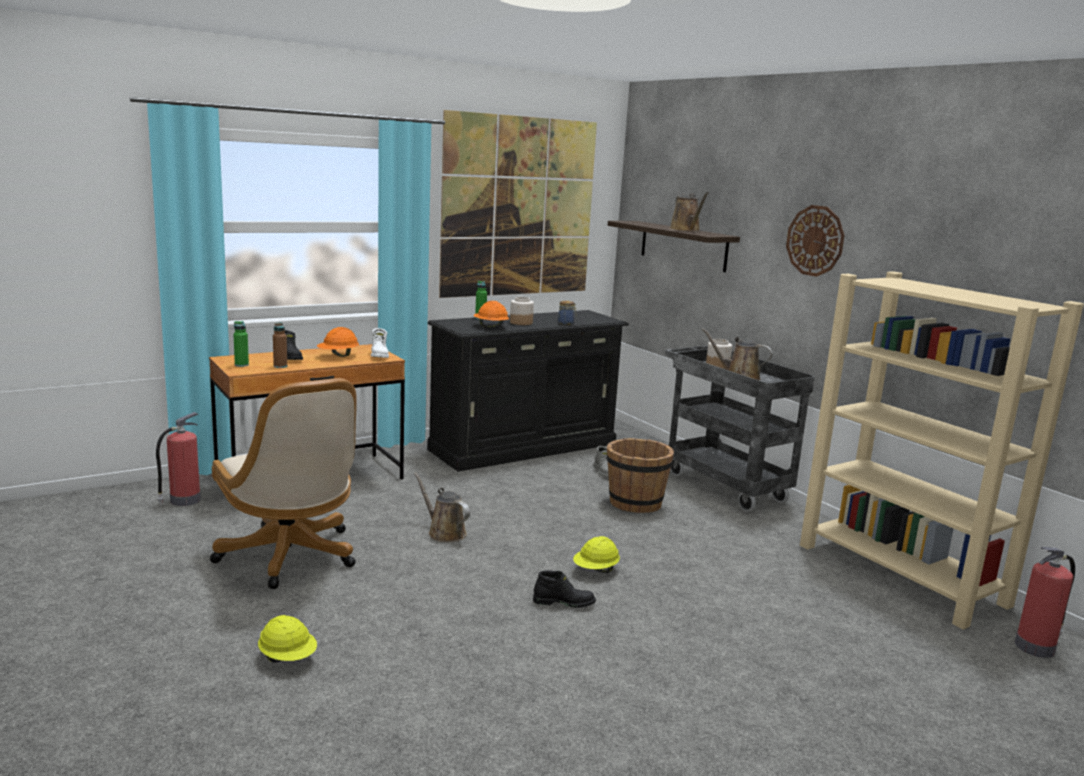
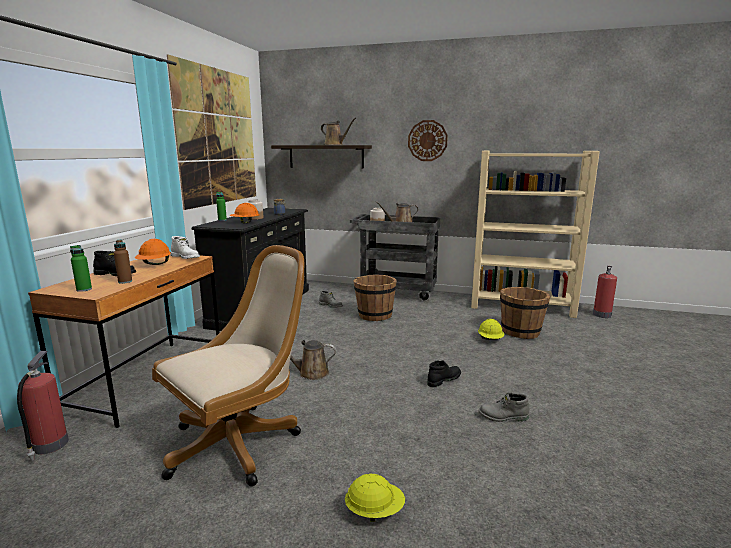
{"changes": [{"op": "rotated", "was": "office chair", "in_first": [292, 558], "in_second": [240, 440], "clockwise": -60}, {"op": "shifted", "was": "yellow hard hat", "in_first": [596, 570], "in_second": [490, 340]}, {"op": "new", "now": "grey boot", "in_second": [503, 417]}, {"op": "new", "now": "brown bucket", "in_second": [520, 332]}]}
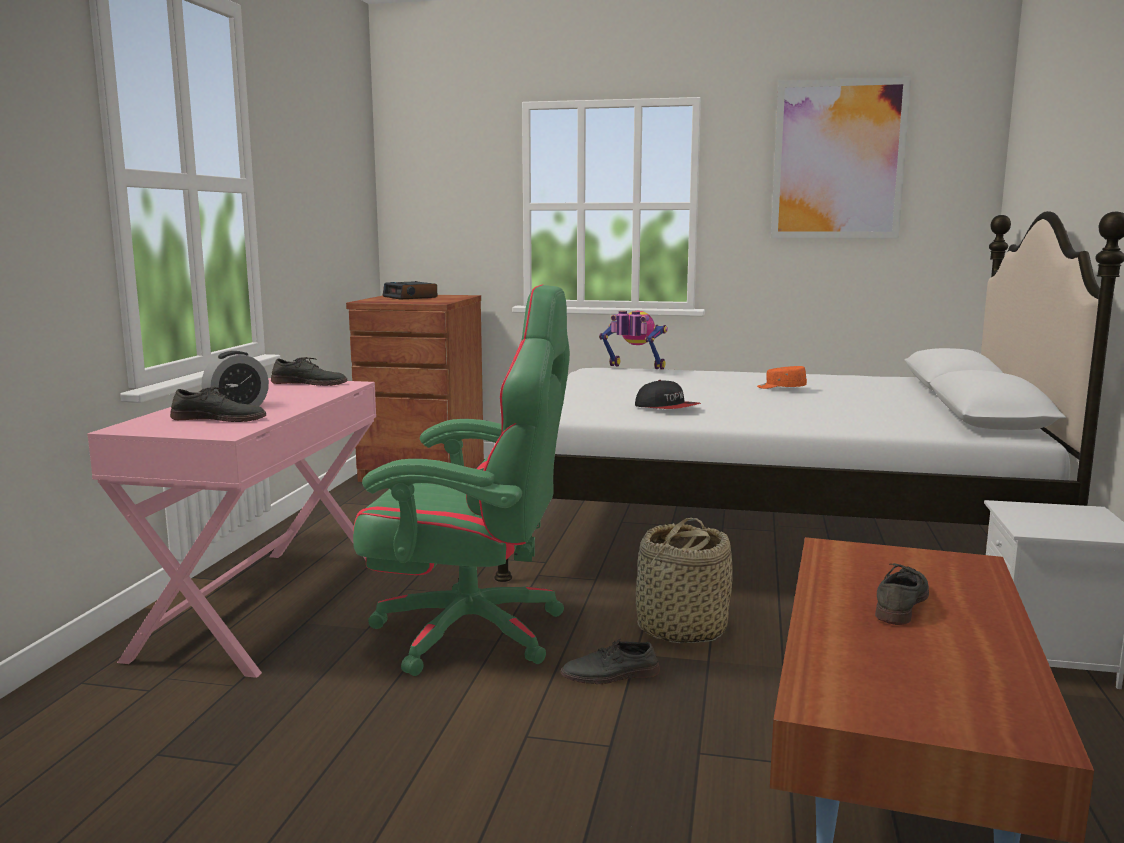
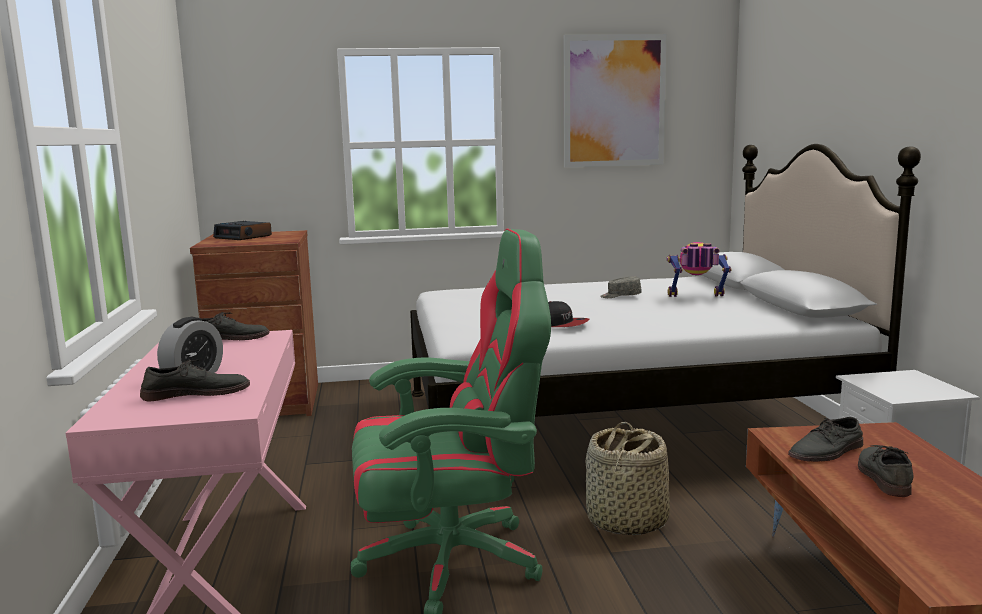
{"changes": [{"op": "repainted", "was": "orange cap", "now": "grey cap", "in_first": [781, 388], "in_second": [620, 296]}, {"op": "shifted", "was": "toy robot", "in_first": [633, 368], "in_second": [696, 298]}, {"op": "shifted", "was": "grey shoe", "in_first": [610, 675], "in_second": [827, 452]}]}
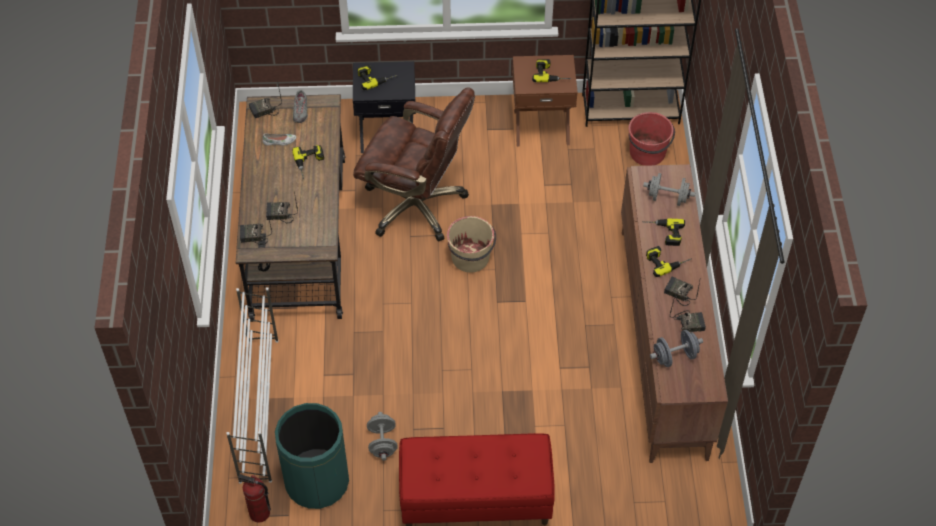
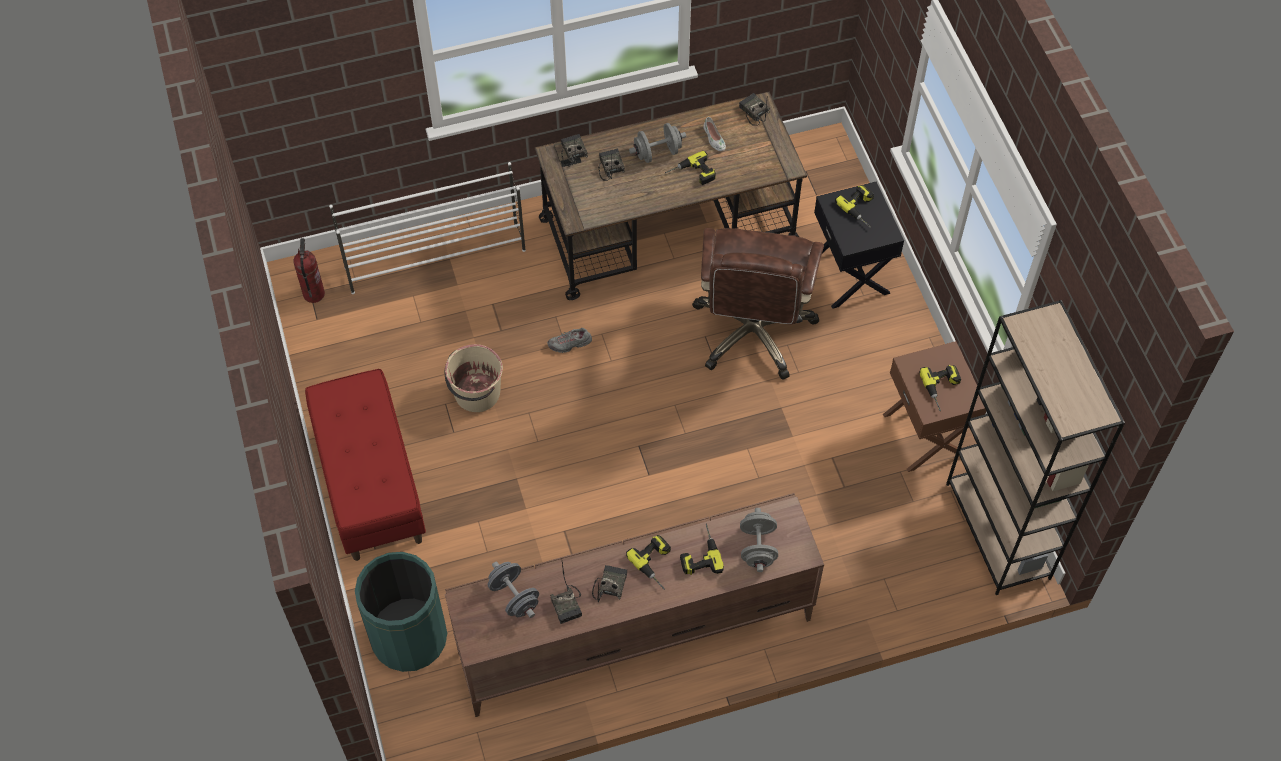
{"changes": [{"op": "shifted", "was": "green trash can", "in_first": [317, 482], "in_second": [409, 637]}, {"op": "shifted", "was": "beige bucket", "in_first": [471, 258], "in_second": [476, 394]}, {"op": "shifted", "was": "grey shoe", "in_first": [300, 111], "in_second": [570, 344]}, {"op": "shifted", "was": "grey dumbbell", "in_first": [382, 443], "in_second": [657, 153]}, {"op": "gone", "was": "red bucket", "in_first": [647, 153]}]}
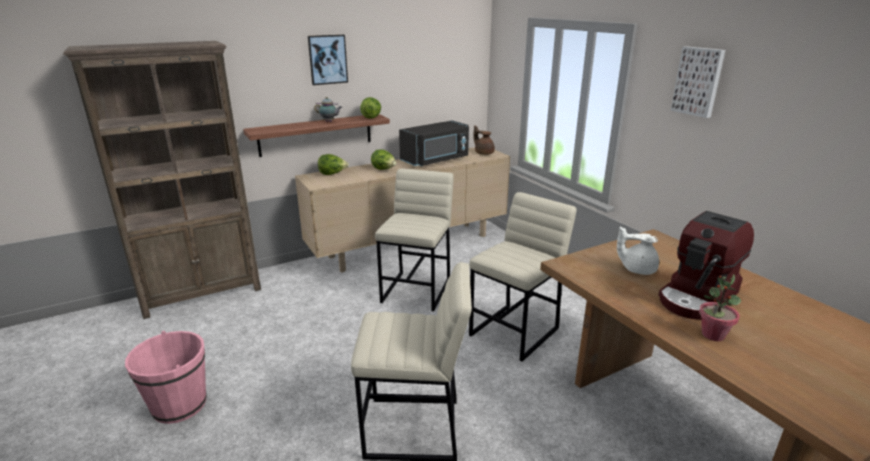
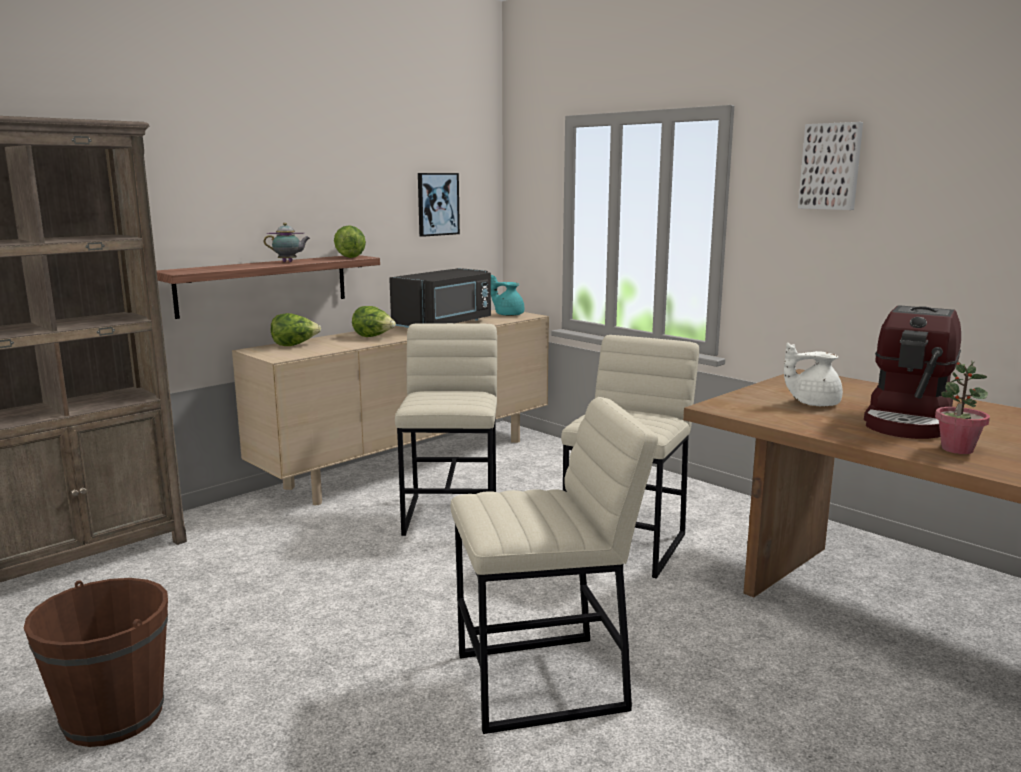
{"changes": [{"op": "repainted", "was": "pink bucket", "now": "brown bucket", "in_first": [179, 405], "in_second": [113, 716]}, {"op": "shifted", "was": "picture", "in_first": [327, 59], "in_second": [437, 204]}, {"op": "repainted", "was": "brown teapot", "now": "turquoise teapot", "in_first": [483, 153], "in_second": [508, 315]}]}
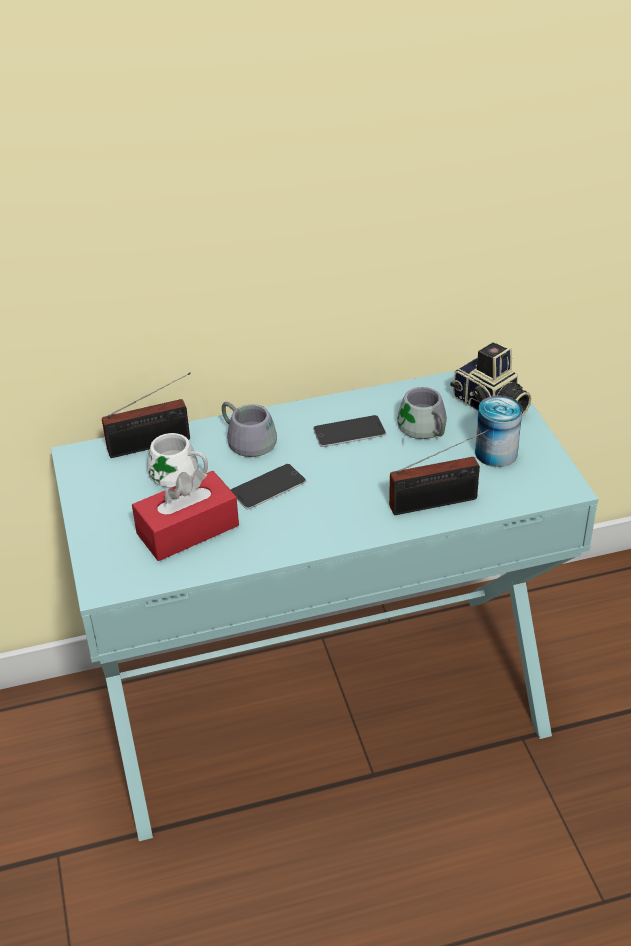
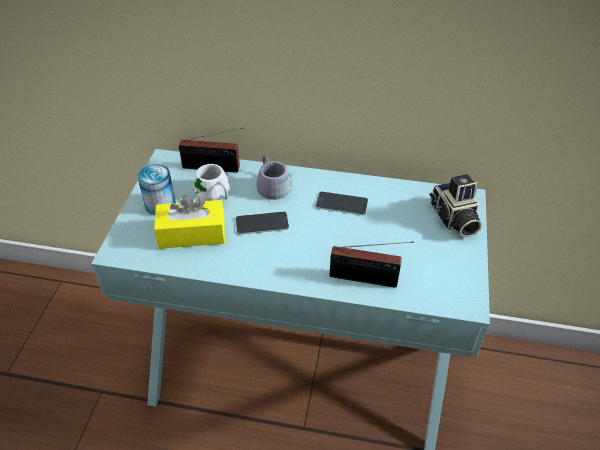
{"changes": [{"op": "shifted", "was": "can", "in_first": [496, 453], "in_second": [160, 204]}, {"op": "repainted", "was": "red tissue box", "now": "yellow tissue box", "in_first": [187, 529], "in_second": [192, 234]}, {"op": "gone", "was": "grey mug", "in_first": [420, 431]}]}
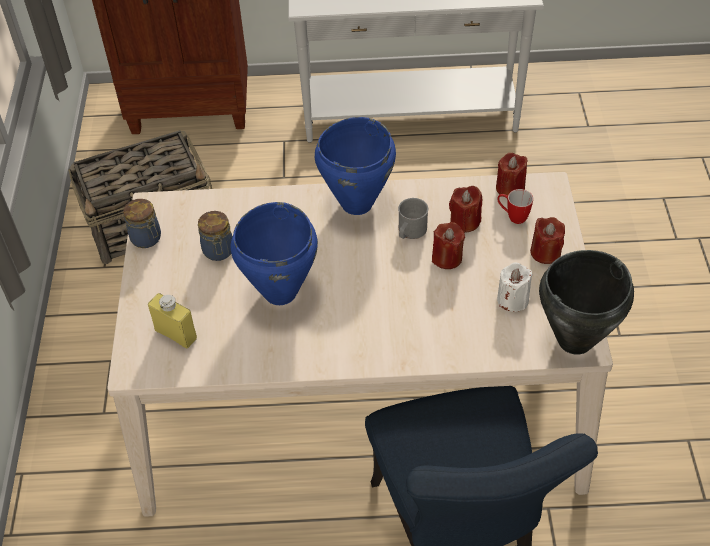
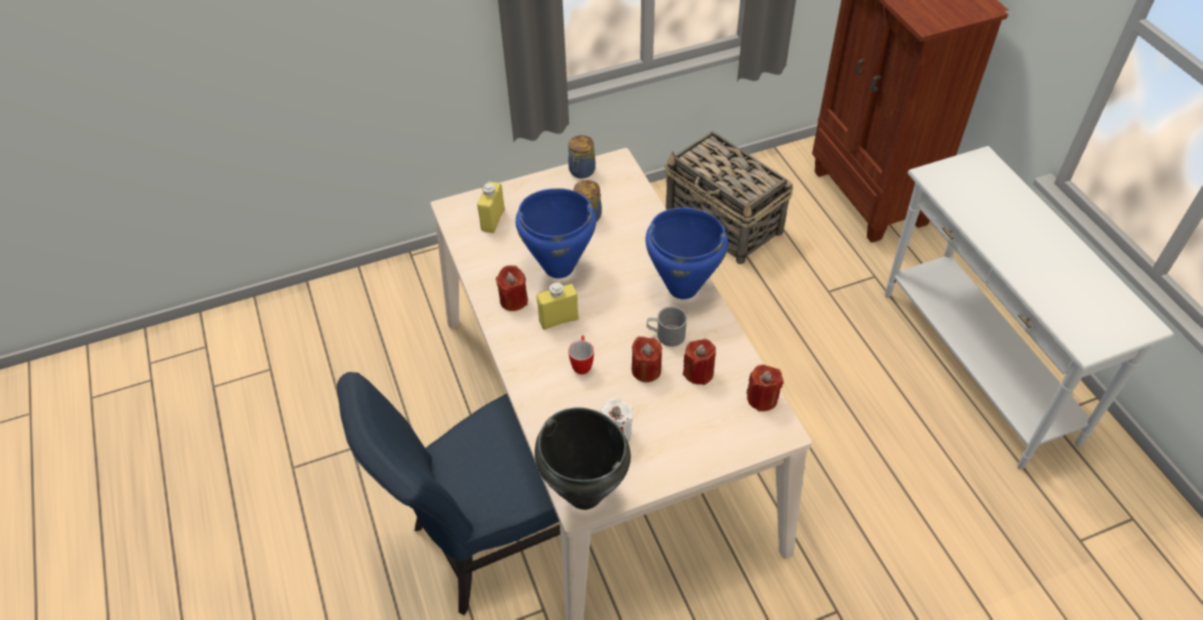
{"changes": [{"op": "shifted", "was": "red candle", "in_first": [545, 252], "in_second": [513, 300]}, {"op": "new", "now": "yellow bottle", "in_second": [558, 320]}, {"op": "shifted", "was": "mug", "in_first": [512, 216], "in_second": [582, 363]}]}
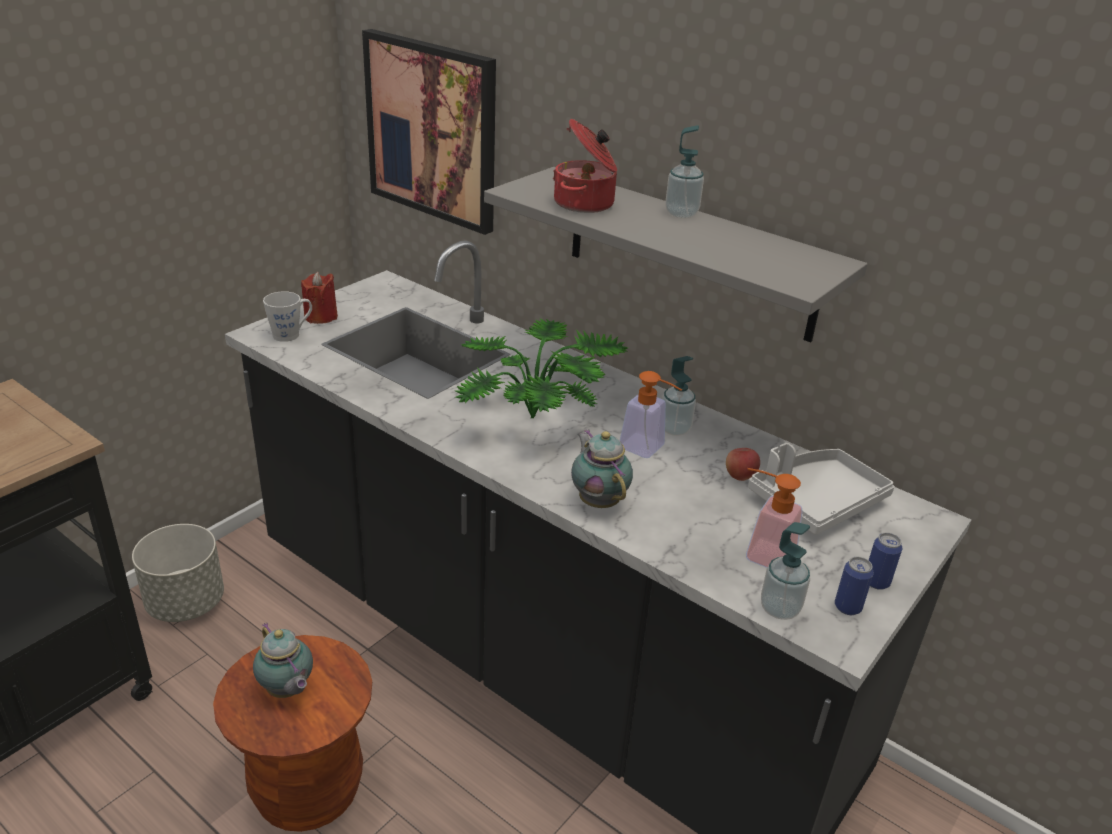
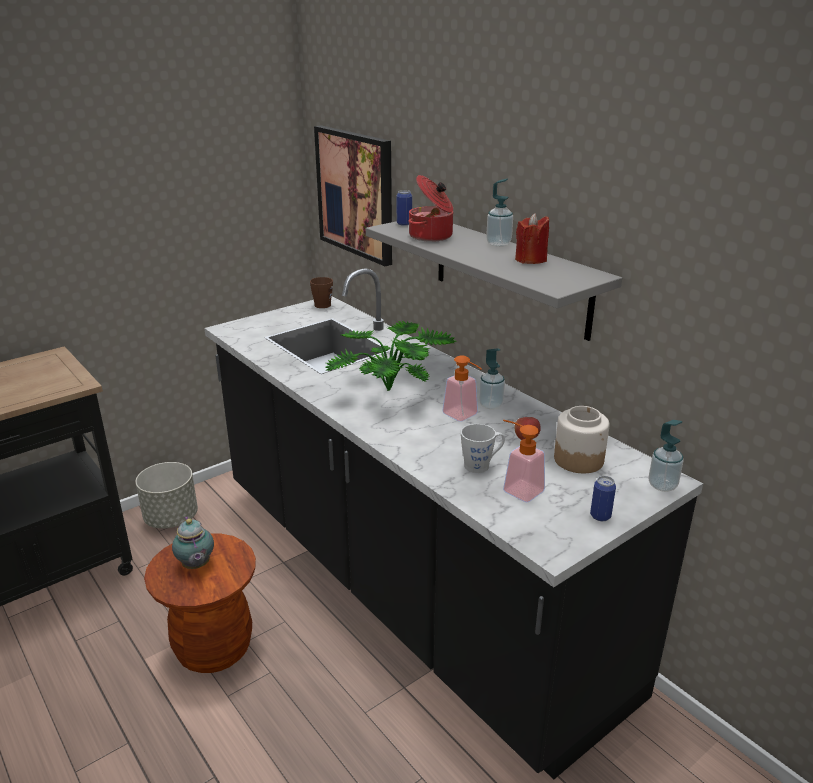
{"changes": [{"op": "new", "now": "brown mug", "in_second": [323, 304]}, {"op": "shifted", "was": "can", "in_first": [847, 607], "in_second": [404, 224]}, {"op": "shifted", "was": "grey mug", "in_first": [291, 334], "in_second": [481, 465]}, {"op": "shifted", "was": "red candle", "in_first": [321, 317], "in_second": [530, 260]}, {"op": "swapped", "was": "grey tray", "now": "jar", "in_first": [816, 501], "in_second": [578, 459]}, {"op": "shifted", "was": "soap dispenser", "in_first": [779, 608], "in_second": [662, 485]}, {"op": "gone", "was": "teapot", "in_first": [598, 501]}]}
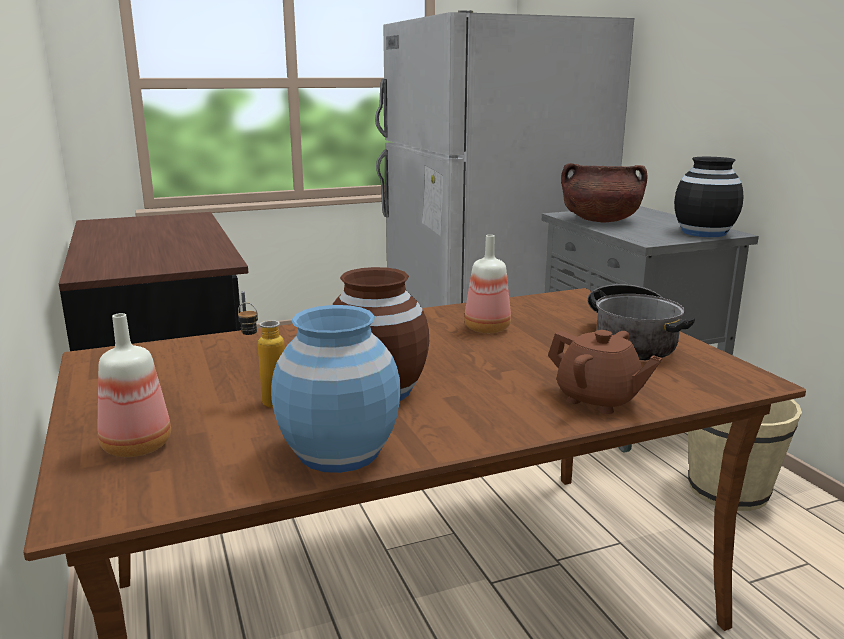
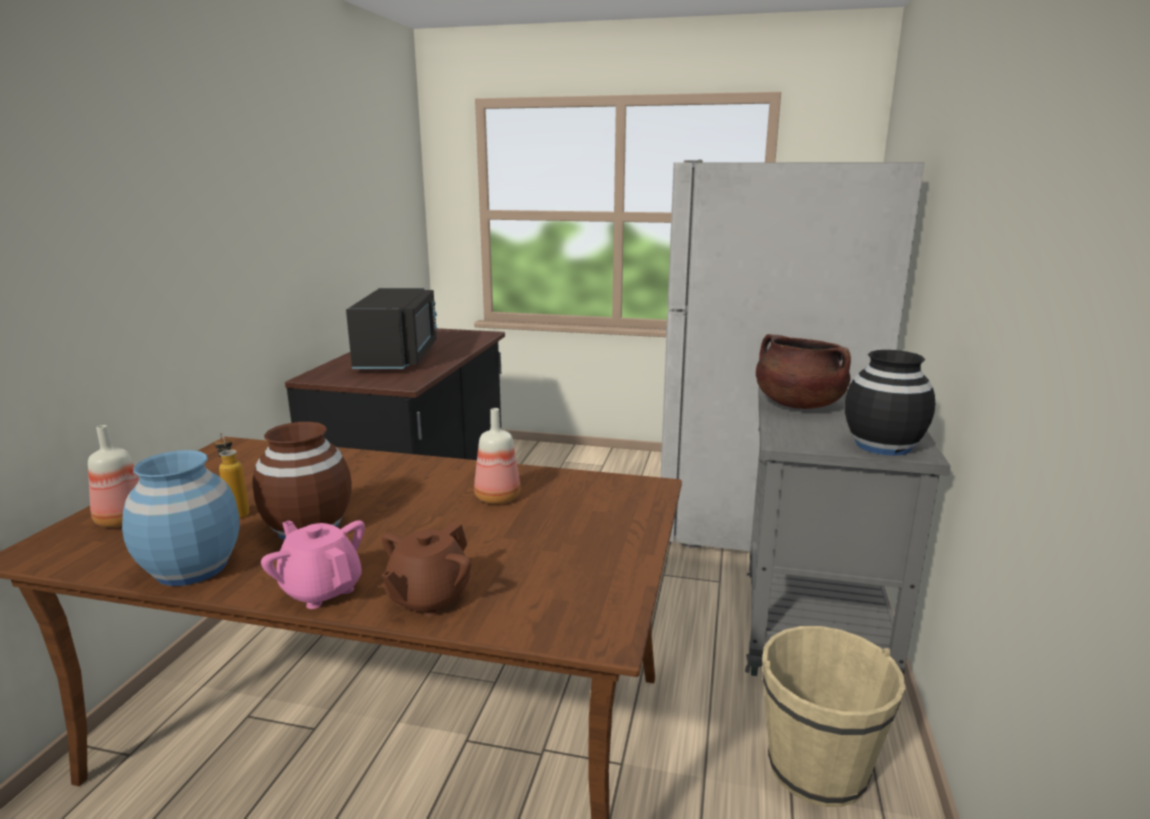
{"changes": [{"op": "new", "now": "pink teapot", "in_second": [321, 590]}, {"op": "new", "now": "black microwave", "in_second": [399, 357]}, {"op": "rotated", "was": "brown teapot", "in_first": [598, 400], "in_second": [428, 598], "clockwise": 45}, {"op": "gone", "was": "cooking pot", "in_first": [631, 341]}]}
